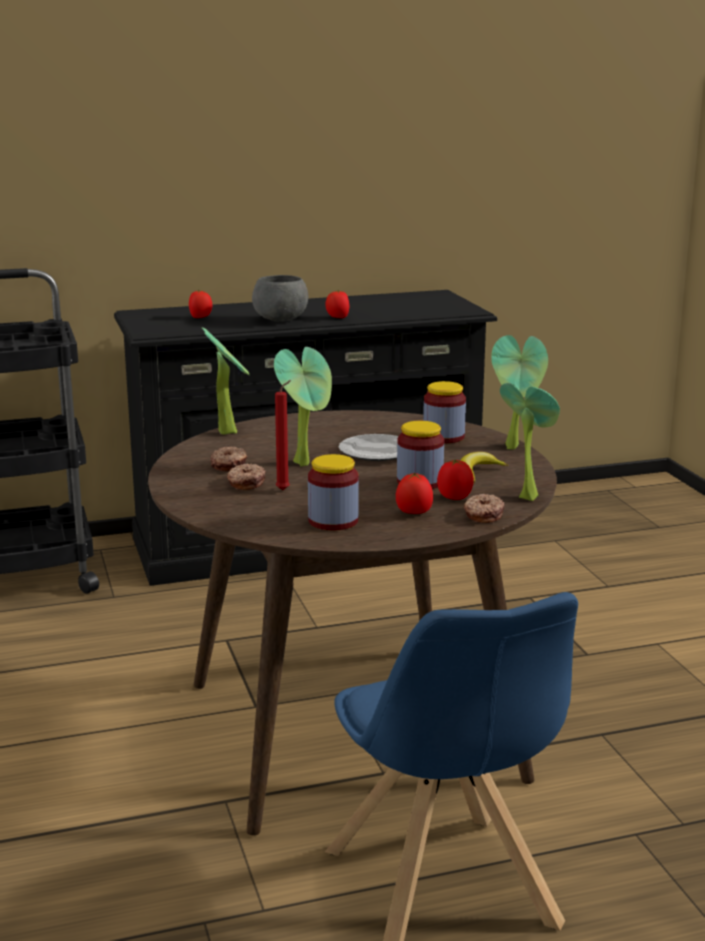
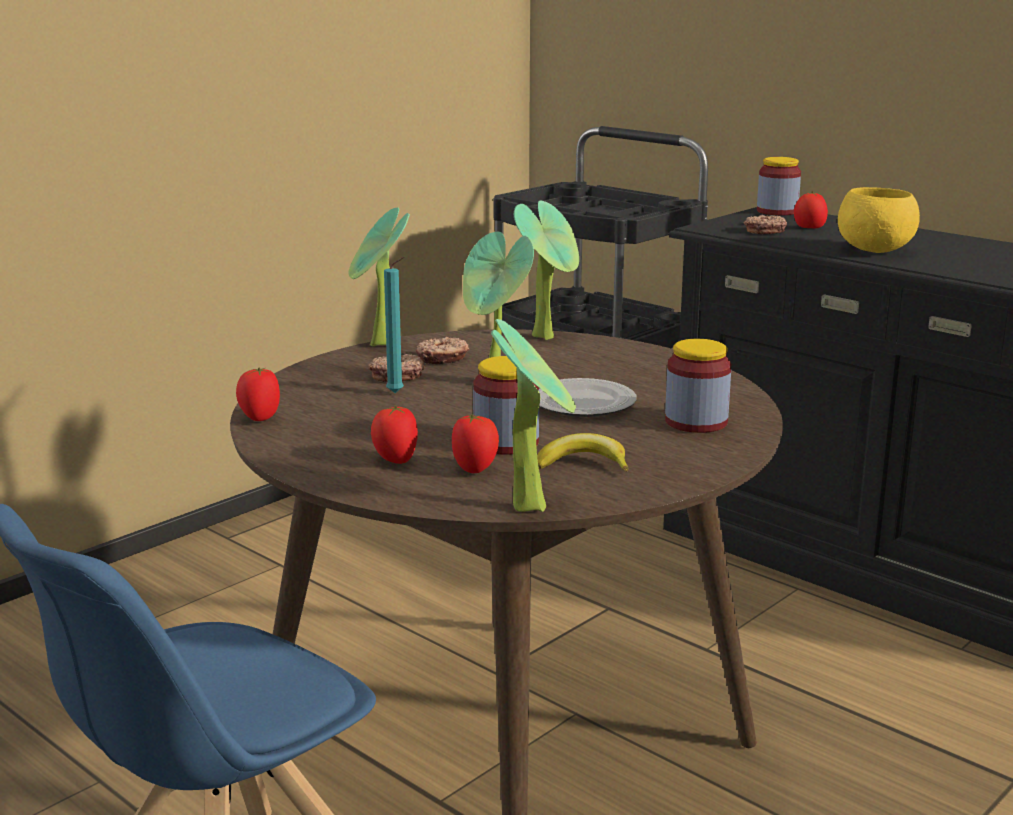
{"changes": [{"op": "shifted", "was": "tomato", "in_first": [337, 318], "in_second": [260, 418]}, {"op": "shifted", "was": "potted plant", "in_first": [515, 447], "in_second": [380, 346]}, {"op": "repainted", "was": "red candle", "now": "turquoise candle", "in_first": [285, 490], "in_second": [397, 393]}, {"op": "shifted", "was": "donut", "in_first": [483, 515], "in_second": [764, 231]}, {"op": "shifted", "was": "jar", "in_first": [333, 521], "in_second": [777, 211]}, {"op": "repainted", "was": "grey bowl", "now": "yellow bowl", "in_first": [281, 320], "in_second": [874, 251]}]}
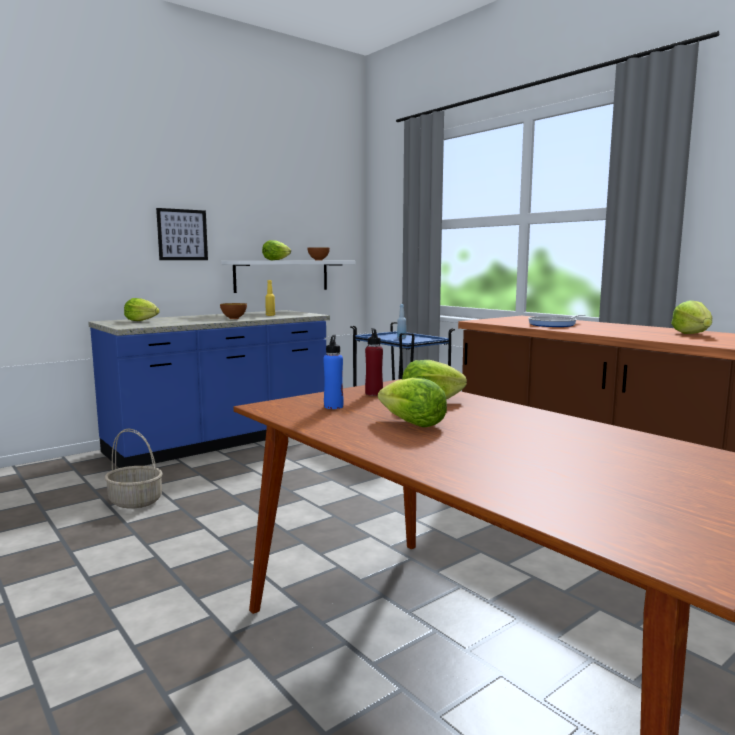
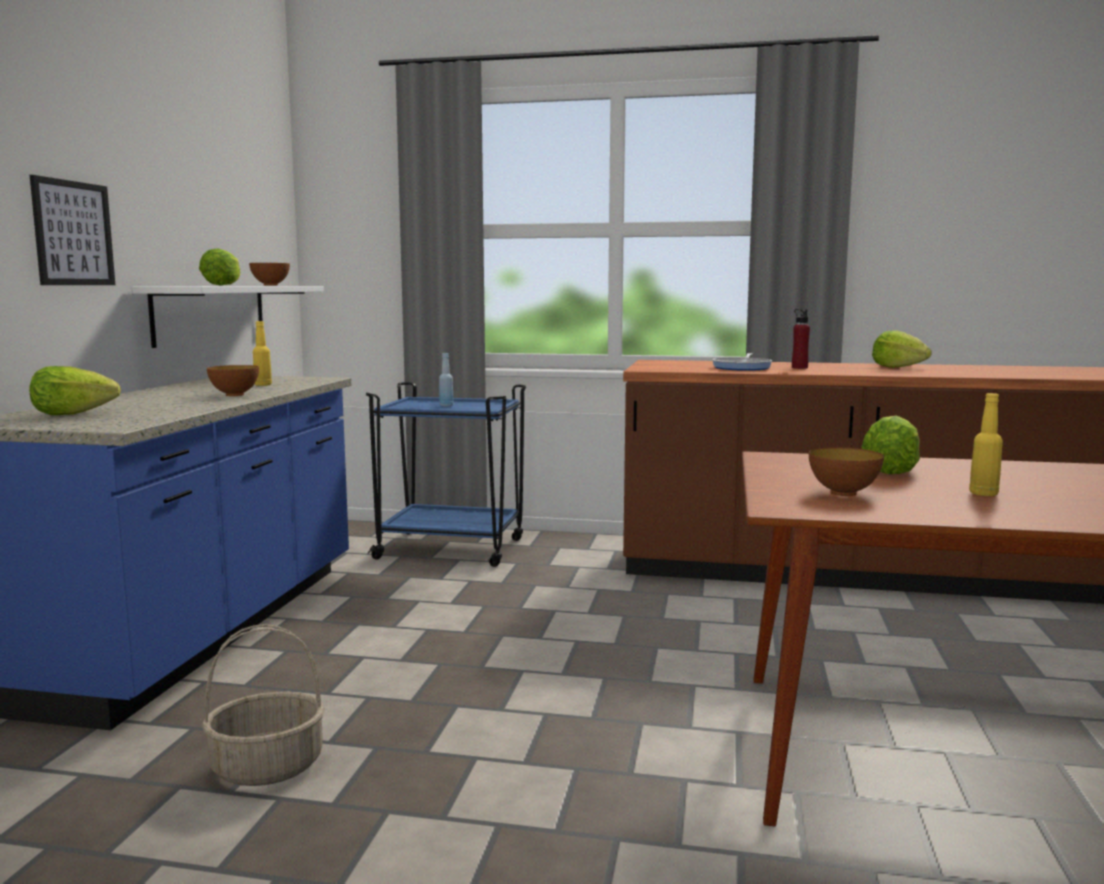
{"changes": [{"op": "shifted", "was": "red bottle", "in_first": [374, 393], "in_second": [799, 368]}, {"op": "swapped", "was": "blue bottle", "now": "bowl", "in_first": [333, 406], "in_second": [843, 493]}, {"op": "swapped", "was": "lettuce", "now": "yellow bottle", "in_first": [412, 424], "in_second": [983, 494]}]}
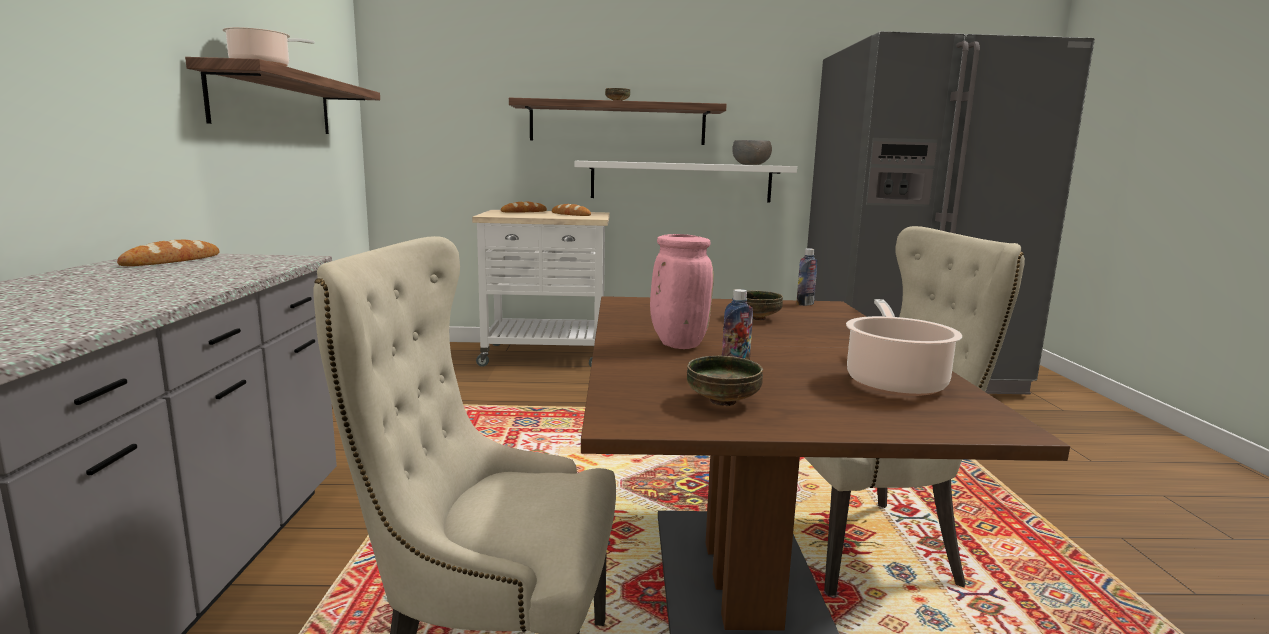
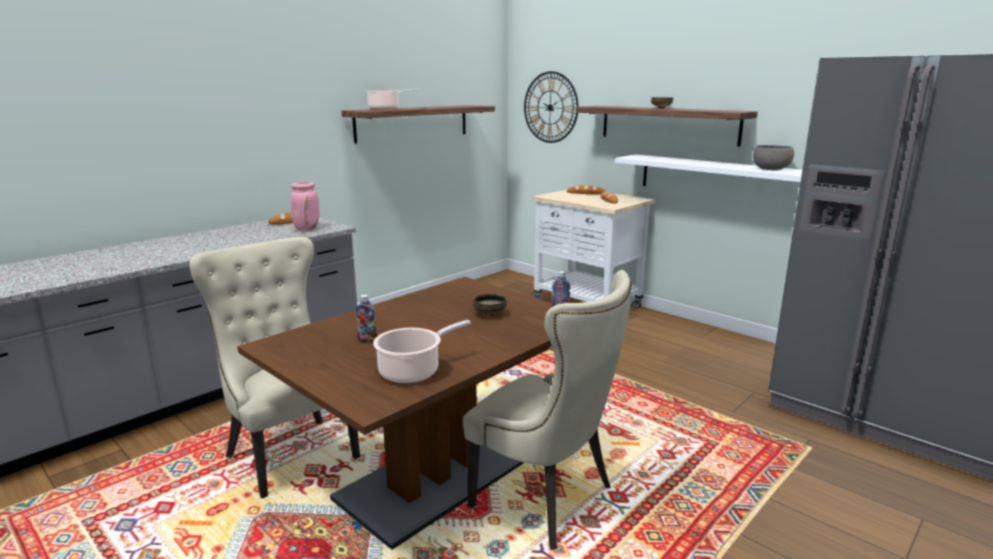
{"changes": [{"op": "shifted", "was": "pink vase", "in_first": [677, 344], "in_second": [307, 229]}, {"op": "new", "now": "wall clock", "in_second": [550, 107]}, {"op": "gone", "was": "bowl", "in_first": [724, 402]}]}
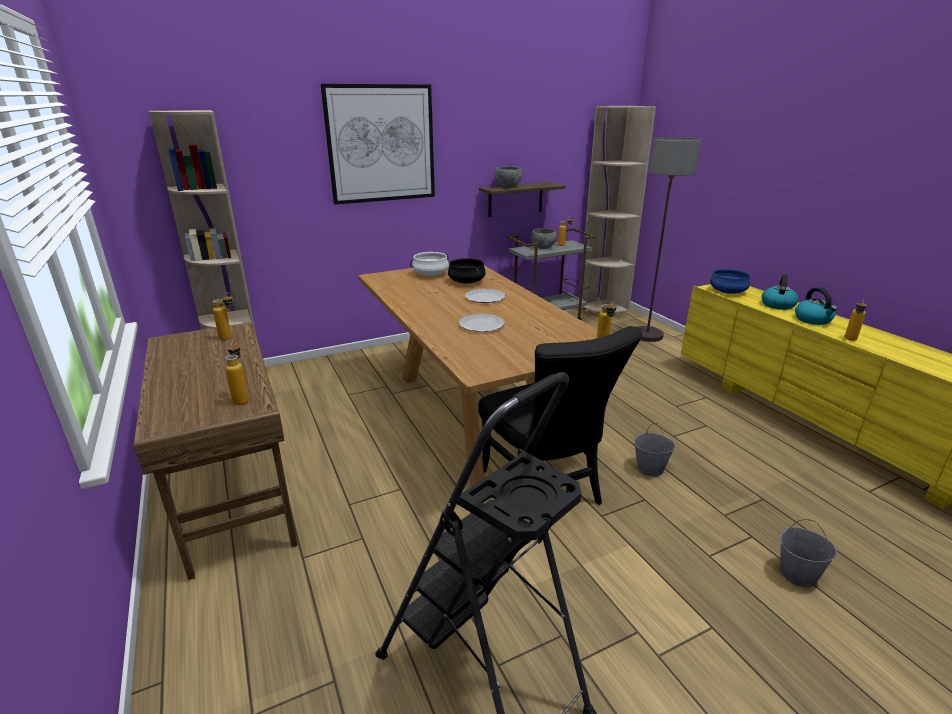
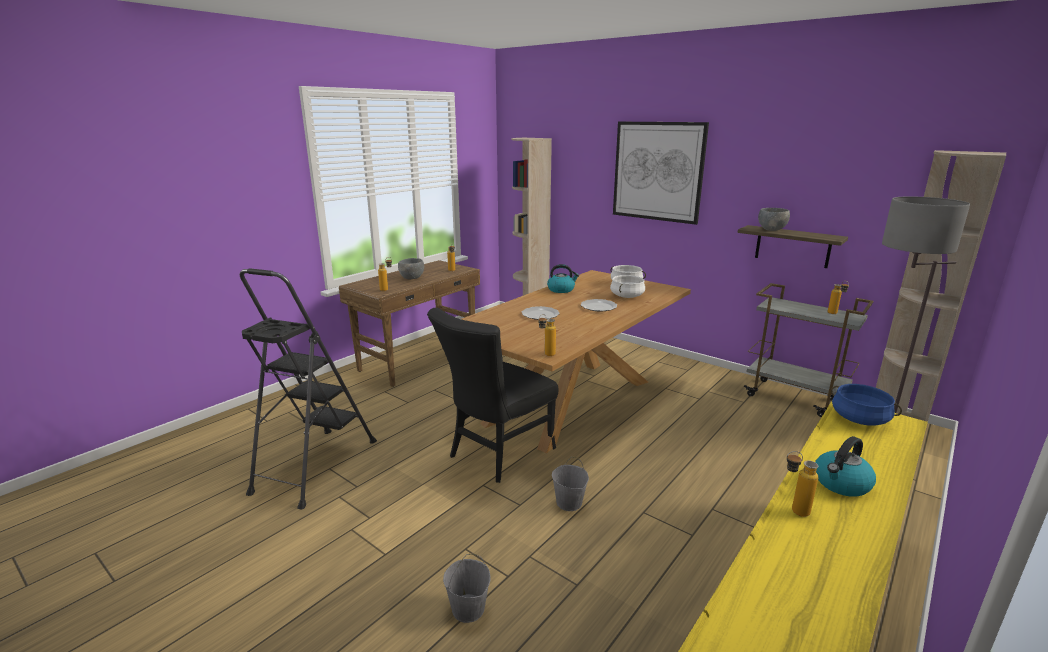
{"changes": [{"op": "shifted", "was": "grey bowl", "in_first": [543, 248], "in_second": [412, 278]}, {"op": "shifted", "was": "kettle", "in_first": [777, 305], "in_second": [561, 289]}, {"op": "repainted", "was": "black cooking pot", "now": "white cooking pot", "in_first": [467, 281], "in_second": [627, 296]}]}
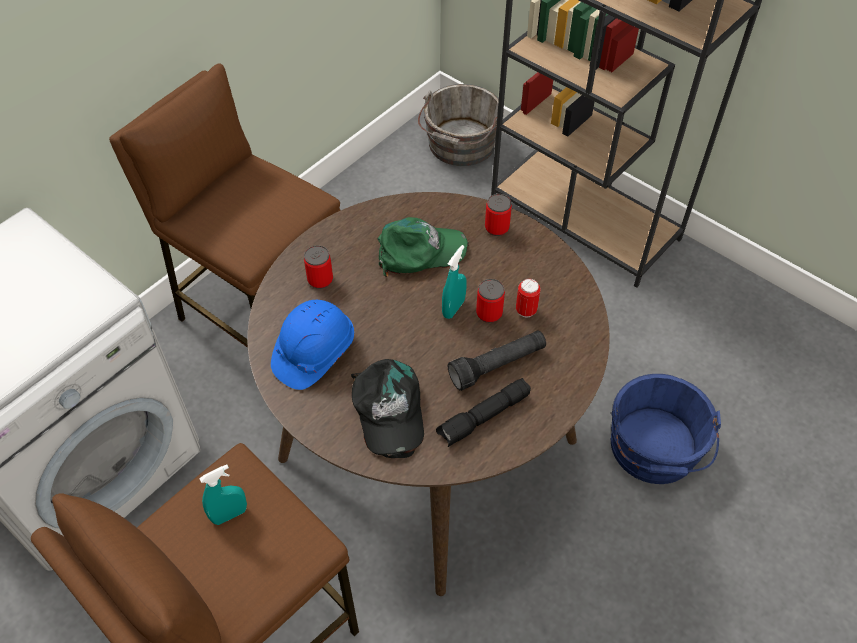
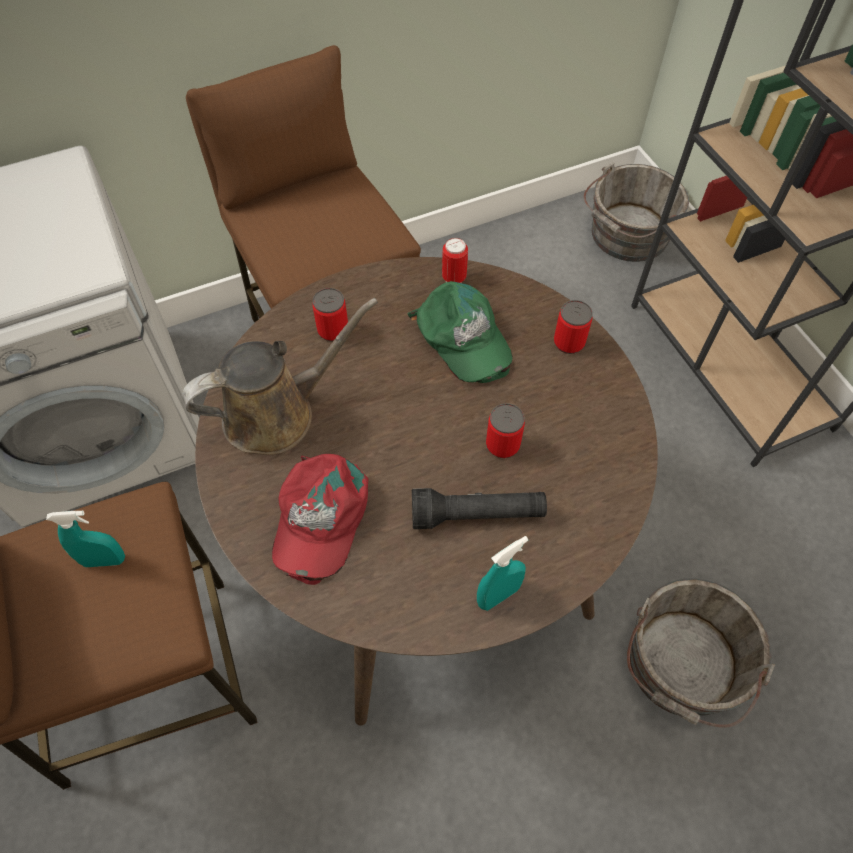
{"changes": [{"op": "swapped", "was": "blue hard hat", "now": "brown watering can", "in_first": [313, 353], "in_second": [277, 413]}, {"op": "repainted", "was": "black cap", "now": "red cap", "in_first": [388, 411], "in_second": [319, 518]}, {"op": "rotated", "was": "green cap", "in_first": [420, 252], "in_second": [462, 339], "clockwise": 45}, {"op": "shifted", "was": "can", "in_first": [526, 310], "in_second": [454, 278]}, {"op": "shifted", "was": "turquoise spray bottle", "in_first": [453, 308], "in_second": [498, 595]}, {"op": "repainted", "was": "blue bucket", "now": "grey bucket", "in_first": [654, 450], "in_second": [680, 668]}, {"op": "gone", "was": "black flashlight", "in_first": [484, 418]}]}
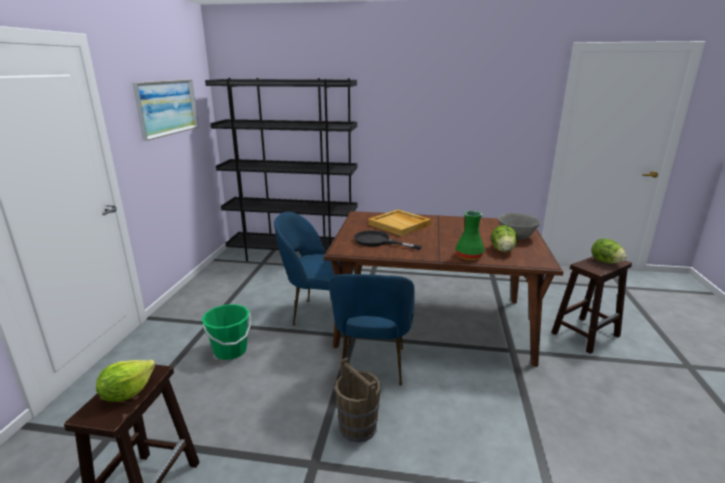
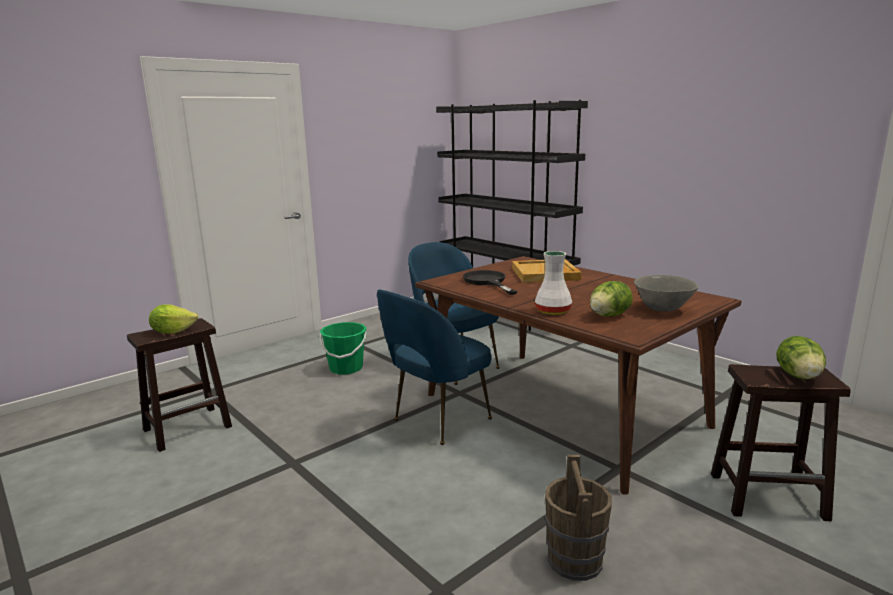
{"changes": [{"op": "repainted", "was": "green vase", "now": "white vase", "in_first": [468, 256], "in_second": [552, 311]}, {"op": "shifted", "was": "brown bucket", "in_first": [358, 427], "in_second": [574, 561]}, {"op": "gone", "was": "picture", "in_first": [167, 107]}]}
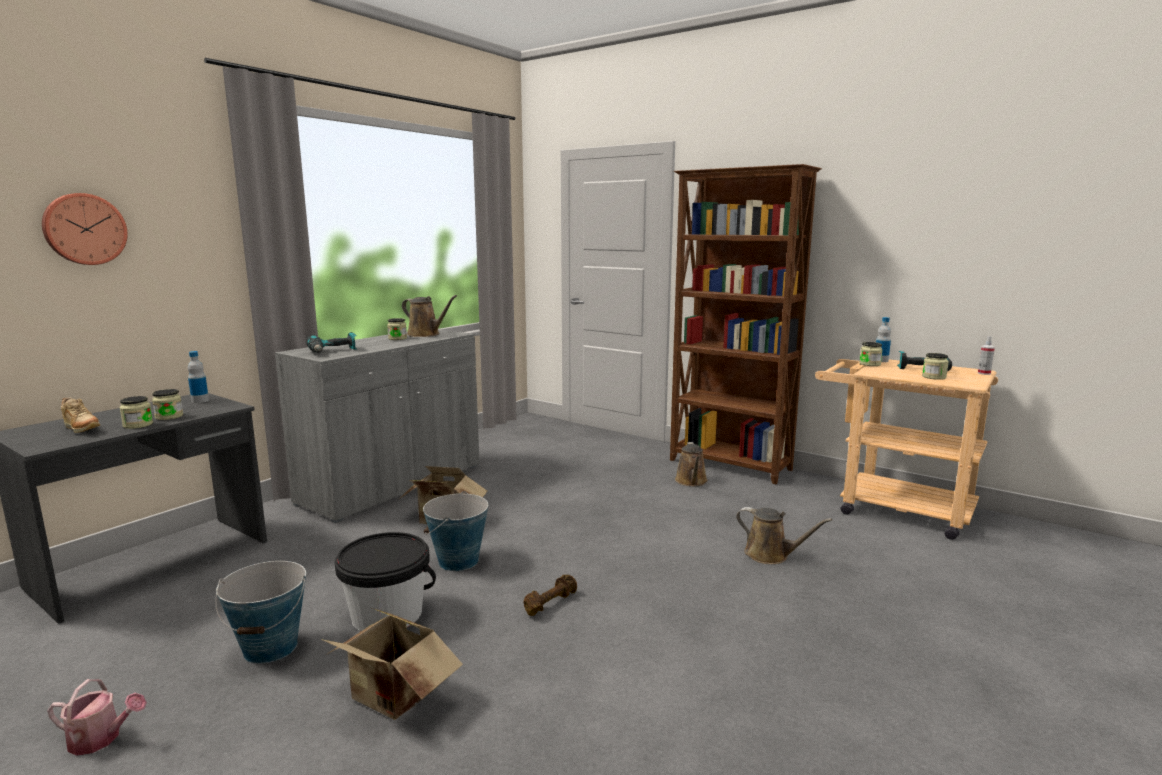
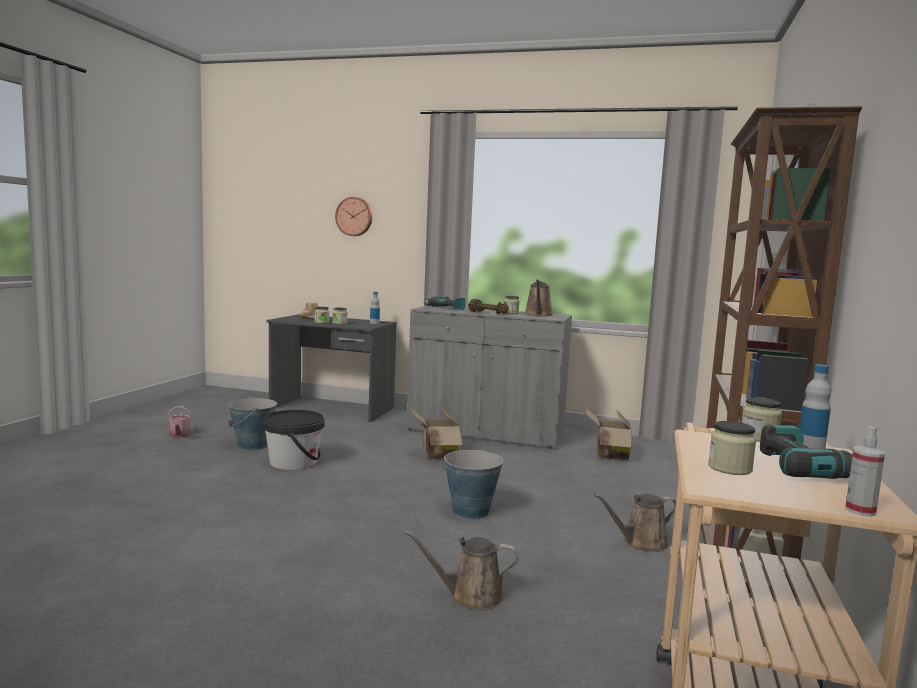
{"changes": [{"op": "rotated", "was": "brown watering can", "in_first": [770, 555], "in_second": [470, 596], "clockwise": 75}, {"op": "shifted", "was": "bucket", "in_first": [458, 561], "in_second": [470, 511]}, {"op": "shifted", "was": "brown dumbbell", "in_first": [550, 603], "in_second": [488, 313]}, {"op": "shifted", "was": "cardboard box", "in_first": [392, 698], "in_second": [608, 455]}]}
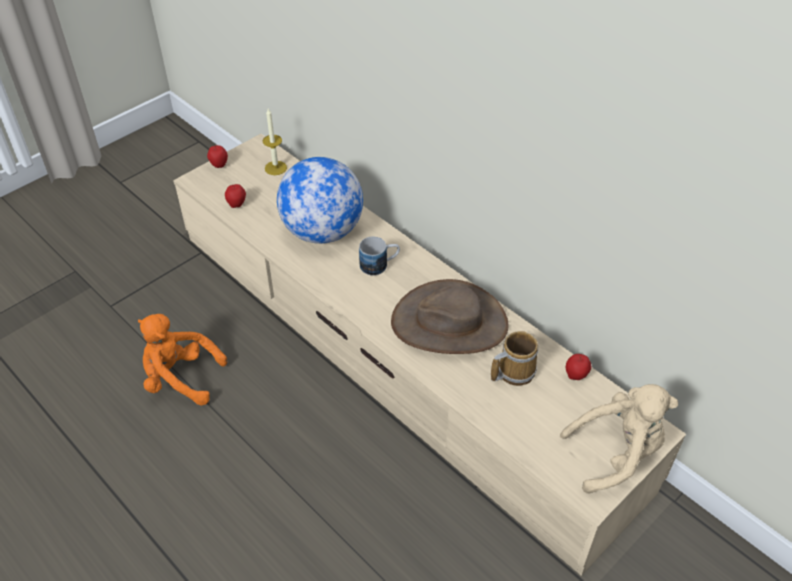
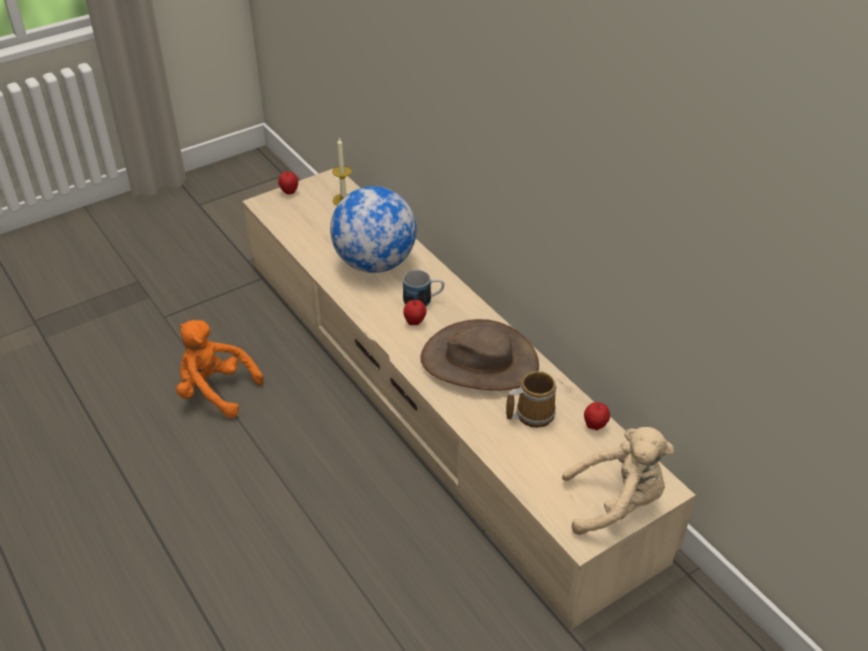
{"changes": [{"op": "shifted", "was": "apple", "in_first": [237, 205], "in_second": [415, 322]}]}
